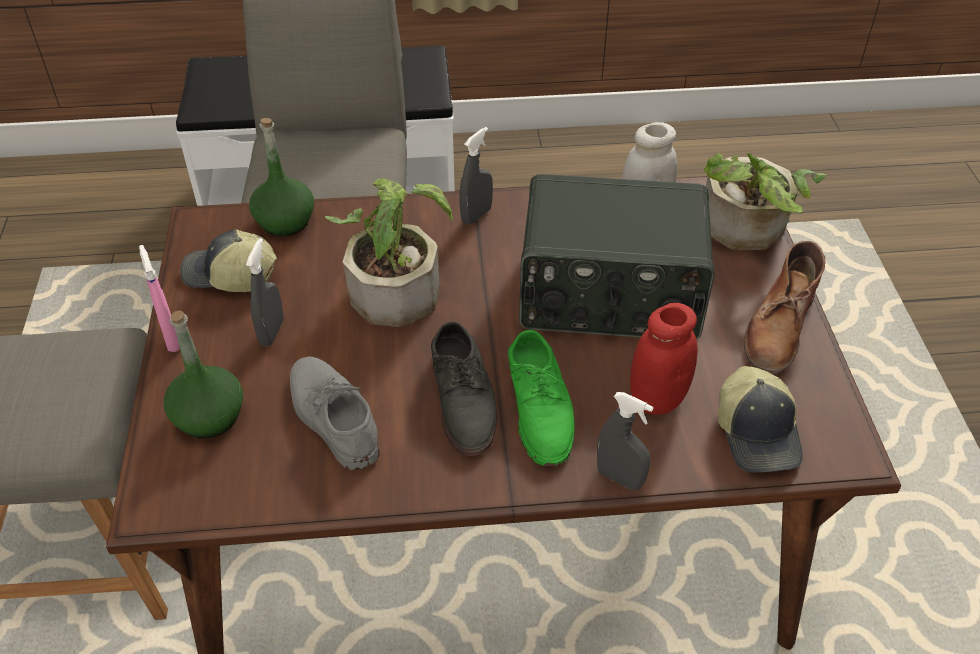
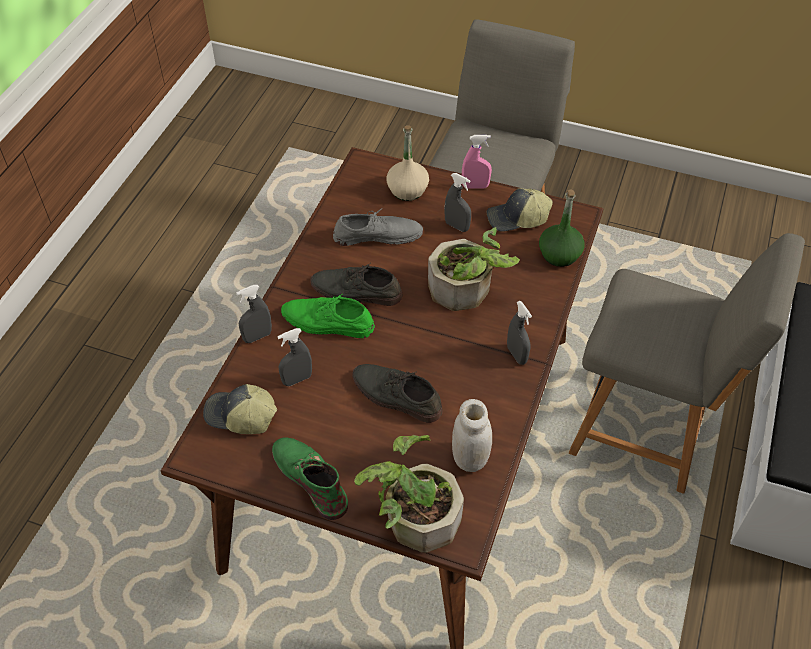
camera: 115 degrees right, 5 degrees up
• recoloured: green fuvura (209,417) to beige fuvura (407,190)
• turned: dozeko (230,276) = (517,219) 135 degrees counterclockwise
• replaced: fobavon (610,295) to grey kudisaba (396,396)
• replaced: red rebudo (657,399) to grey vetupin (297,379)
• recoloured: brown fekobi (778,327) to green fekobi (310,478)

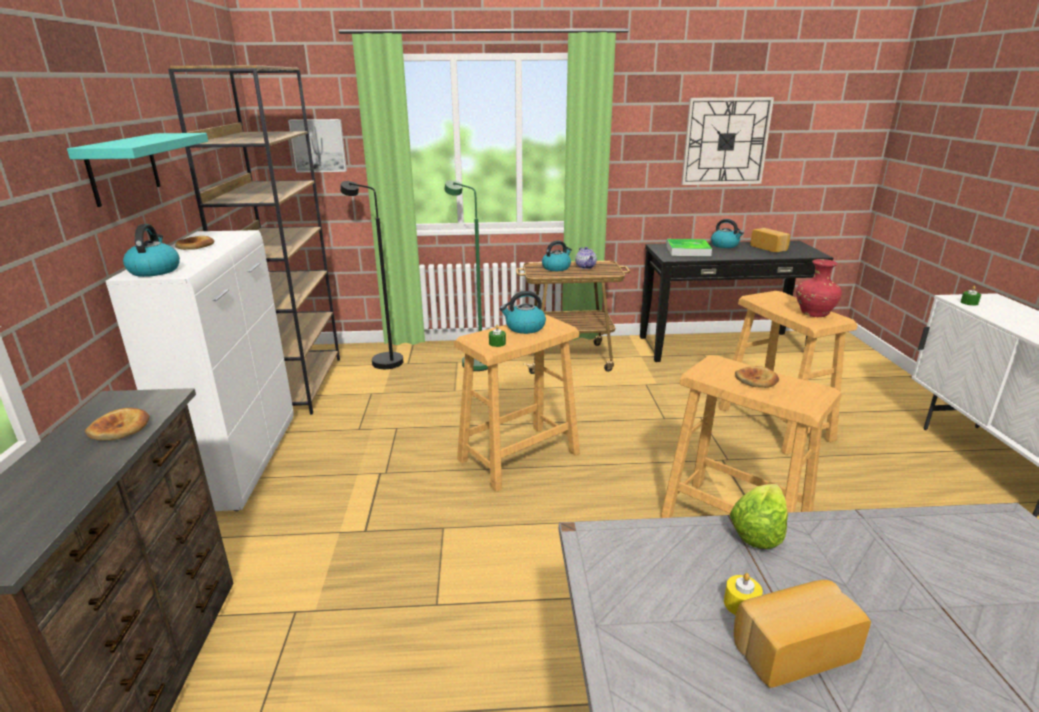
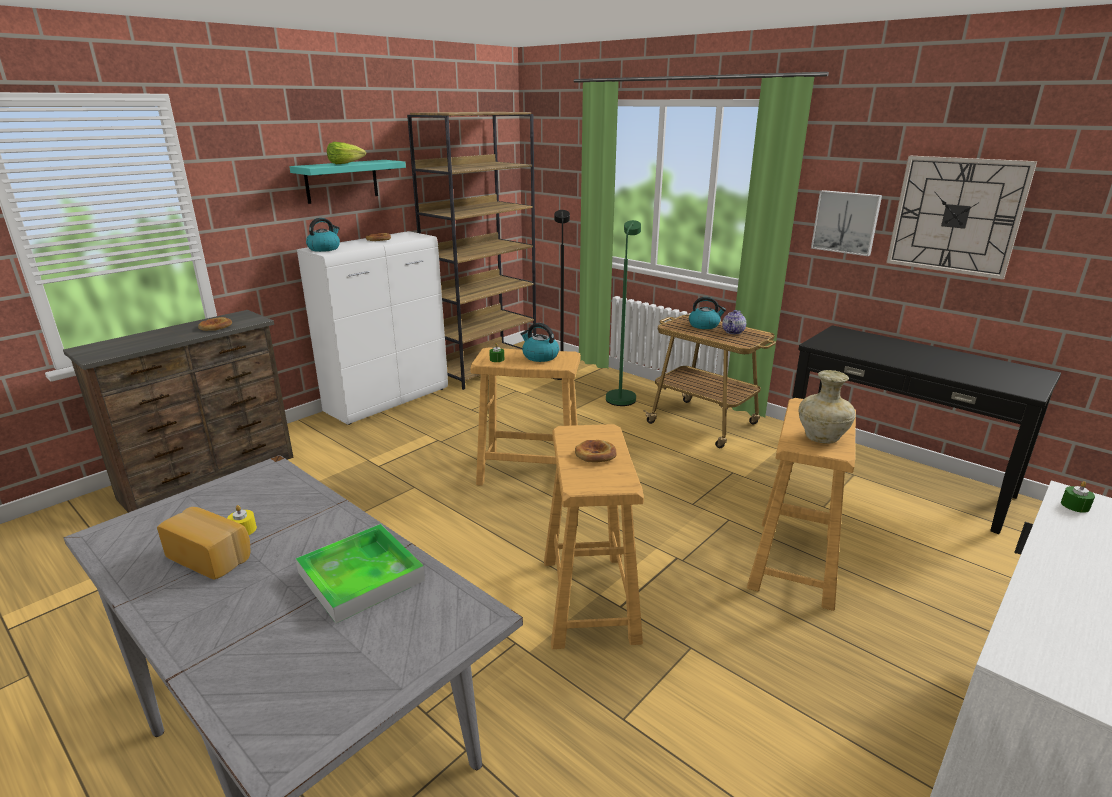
camera: 45 degrees right, 0 degrees up
• moved: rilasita (319,145) to (846,222)
• moved: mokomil (688,251) to (361,576)
• removed: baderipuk (725,245)
• moved: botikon (758,530) to (345,164)
• removed: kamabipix (769,248)
• recoloured: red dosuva (814,314) to beige dosuva (822,438)

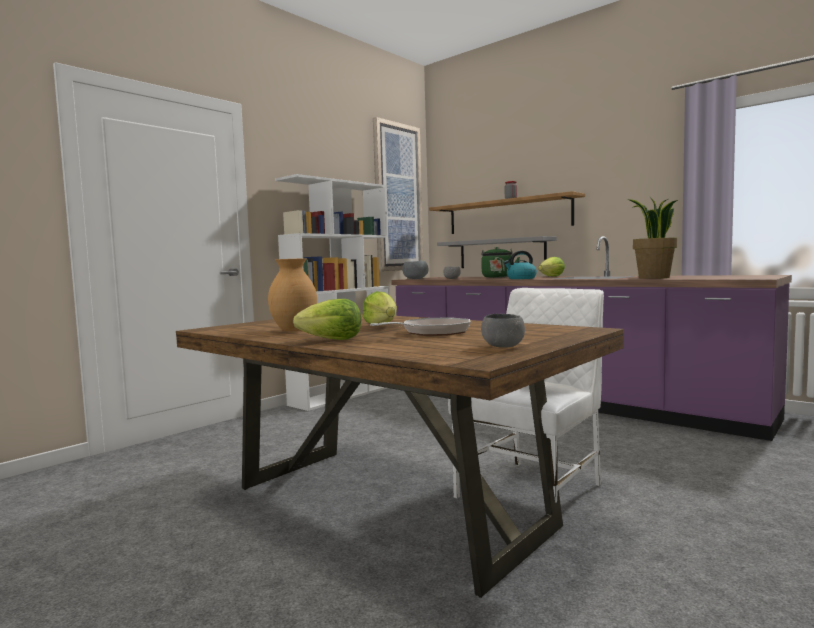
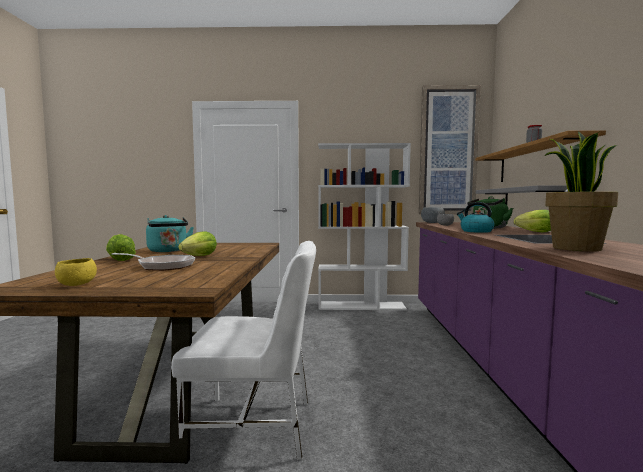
camera: 50 degrees right, 0 degrees up
• replaced: brown dosuva (294,330) to turquoise baderipuk (168,251)
• recoloured: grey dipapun (503,346) to yellow dipapun (76,284)

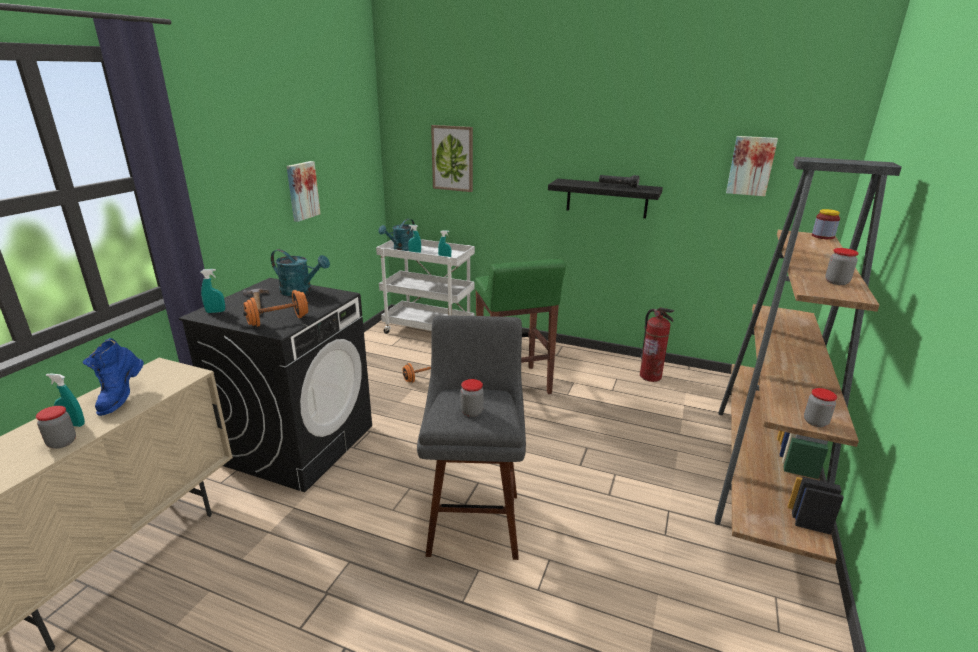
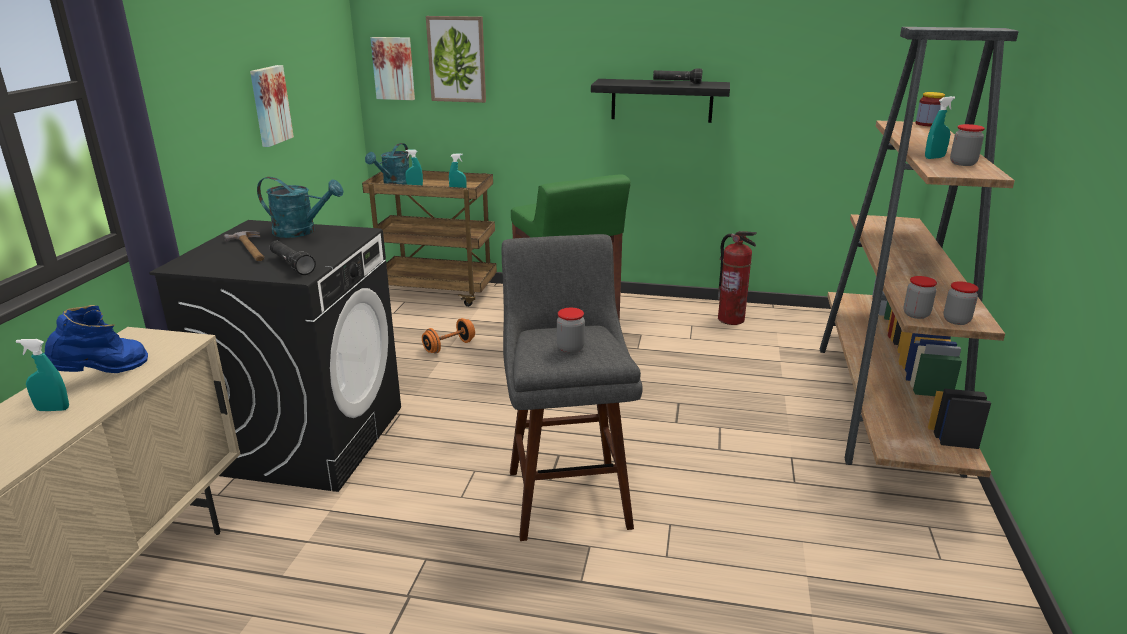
camera: 10 degrees left, 0 degrees up
• moved: rebudo (62,442) to (916,314)
• turned: blue fekobi (121,398) = (104,375) 135 degrees counterclockwise
• moved: turquoise vetupin (215,312) to (934,158)
• replaced: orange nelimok (278,321) to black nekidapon (291,265)
• recoloured: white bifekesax (429,331) to brown bifekesax (438,292)
• moved: rilasita (751,165) to (394,68)

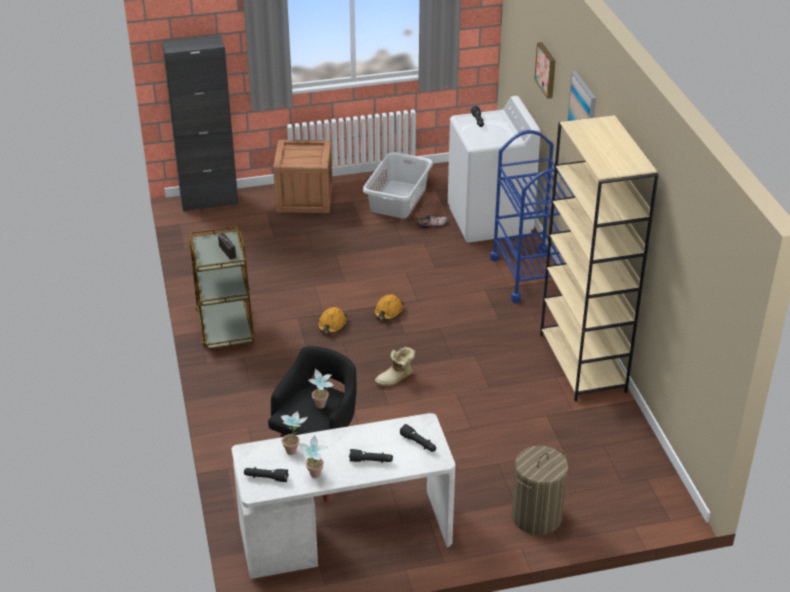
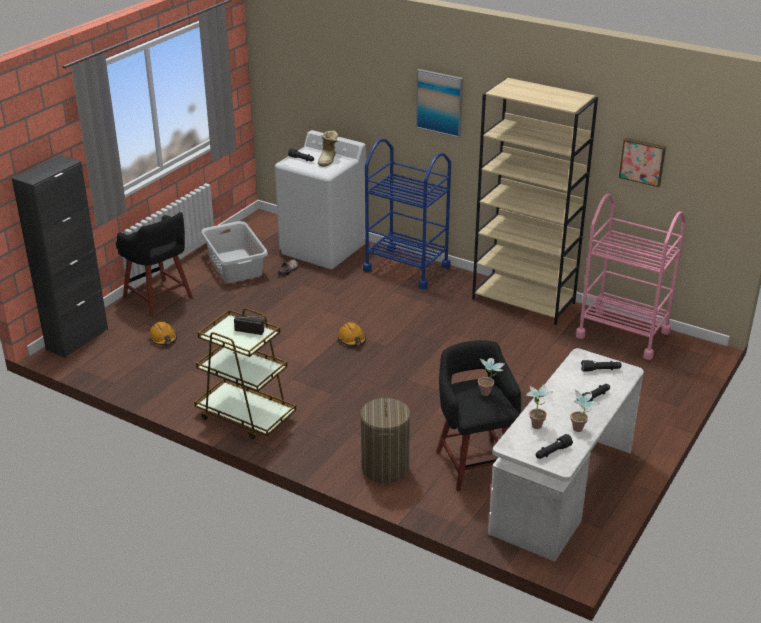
camera: 45 degrees left, 5 degrees down
• replaced: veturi (304,198) to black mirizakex (159,299)
• moved: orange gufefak (332,325) to (163,338)
• moved: fekobi (396,379) to (328,160)
• moved: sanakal (536,517) to (385,468)
• moved: rilasita (547,70) to (642,161)
• added: pink bifekesax (623,334)

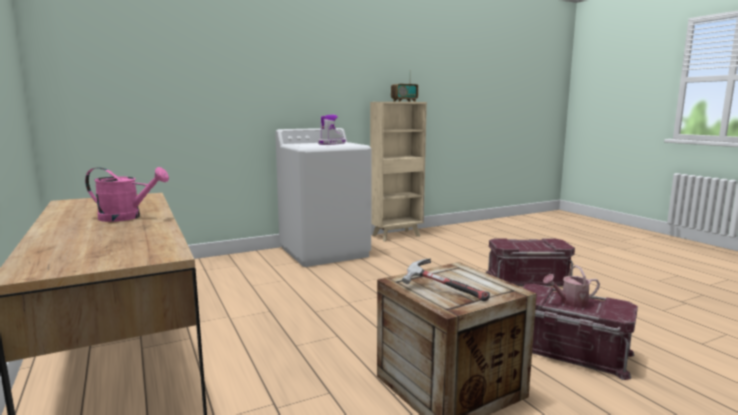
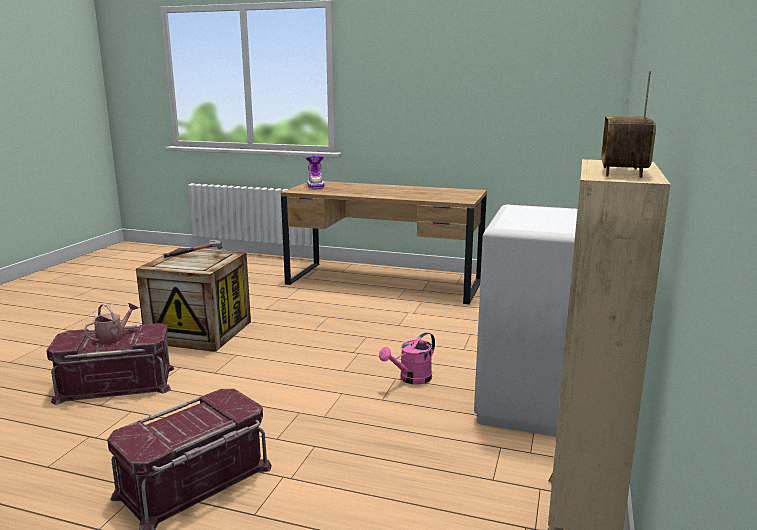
camera: 135 degrees right, 5 degrees up
• moved: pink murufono (127,217) to (411,379)
• moved: fekobi (331,144) to (315,186)

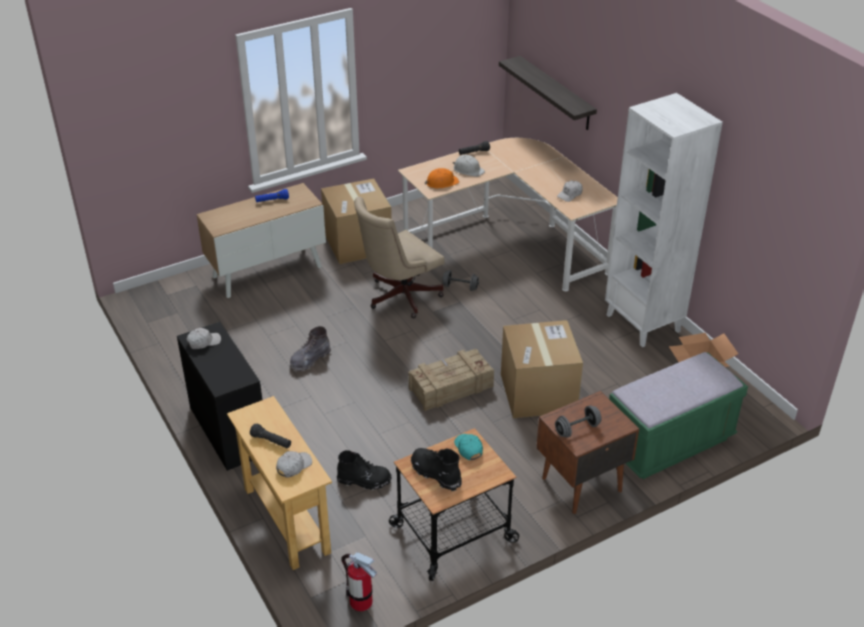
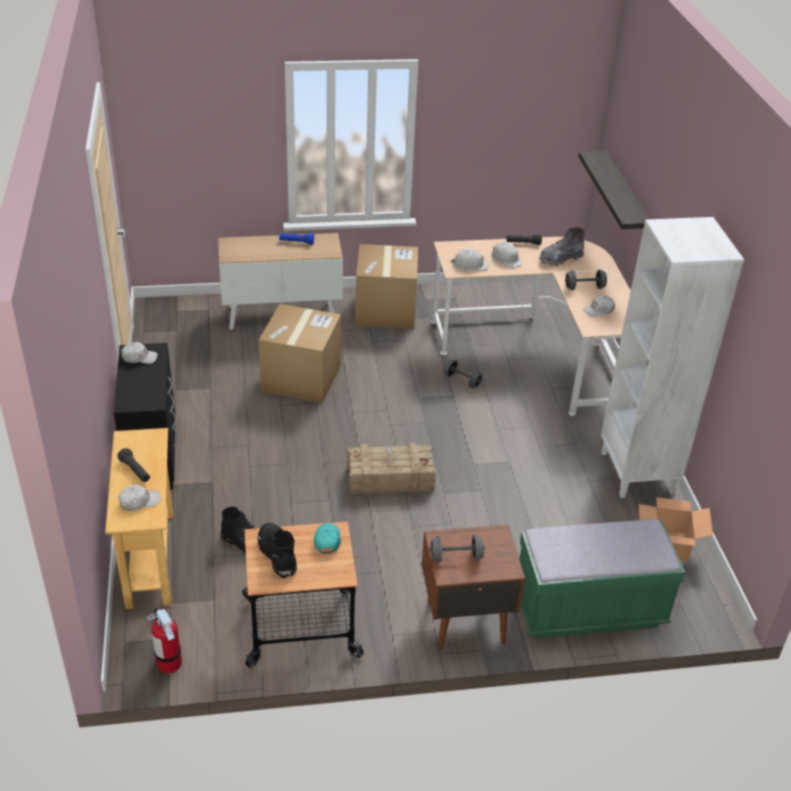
camera: 20 degrees right, 0 degrees up
• moved: grey fekobi (310,360) to (560,259)
• removed: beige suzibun (399,297)
• recoloured: orange gufefak (441,182) to white gufefak (470,265)
• moved: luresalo (538,392) to (301,378)
• added: grey nelimok (584,288)

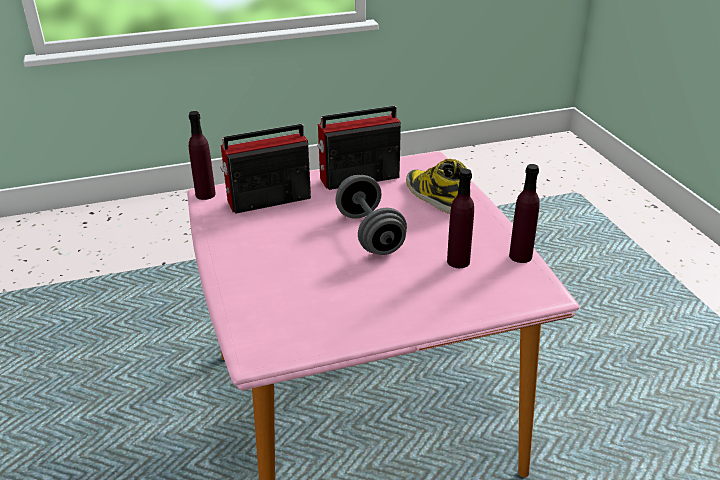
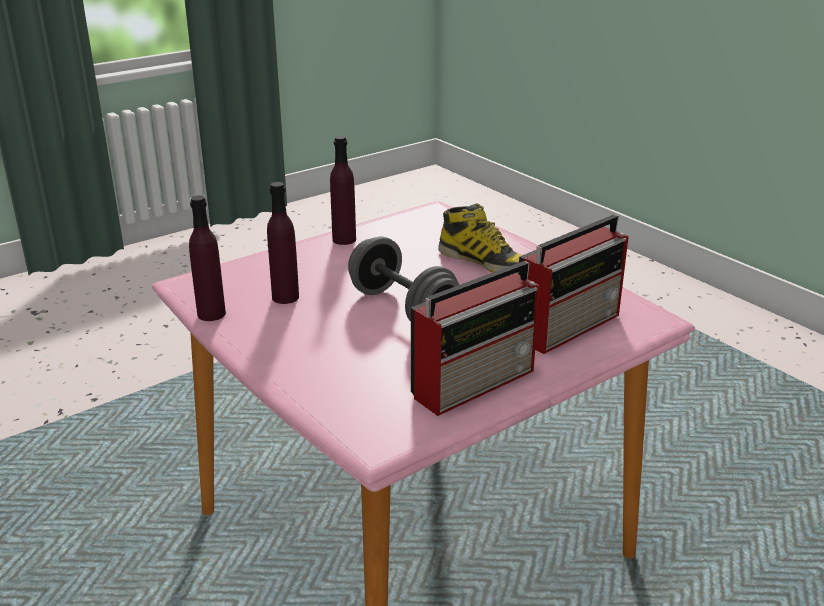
camera: 160 degrees right, 5 degrees down
• moved: purple fuvura (205,194) to (344,239)
• moved: fekobi (434,196) to (485,262)

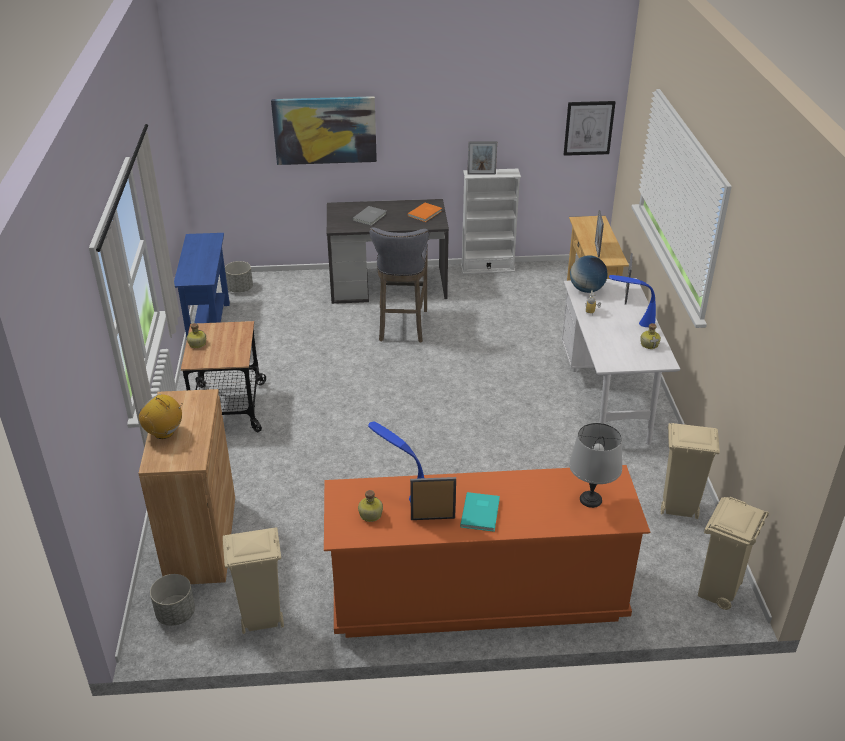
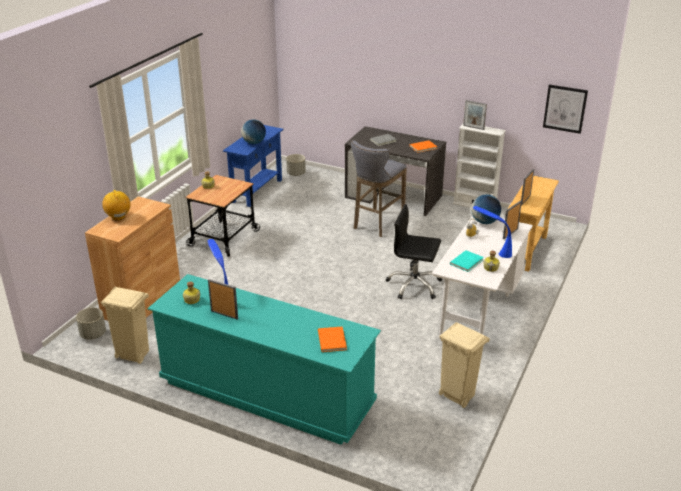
camera: 30 degrees right, 5 degrees down
• removed: rilasita (325,130)
• recoloured: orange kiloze (477,595) to turquoise kiloze (266,393)
• moved: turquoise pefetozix (481,512) to (467,262)
• replaced: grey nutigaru (590,499) to orange pefetozix (333,340)
• removed: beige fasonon (717,592)
• added: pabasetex (254,143)
• added: black suzibun (414,285)

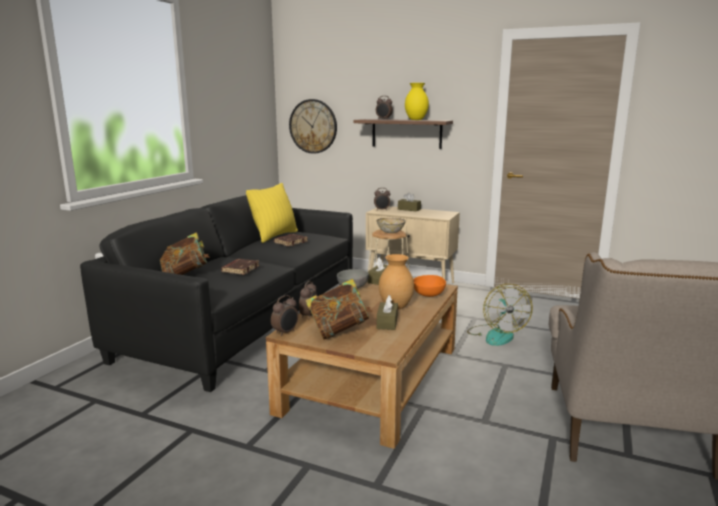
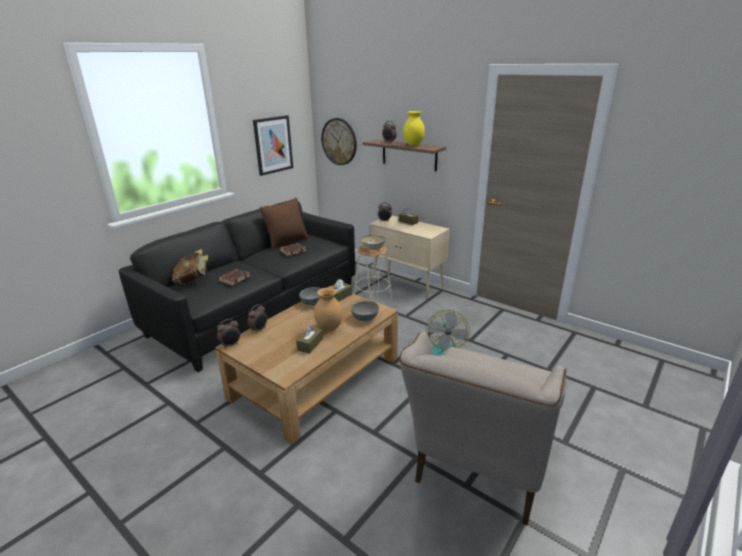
camera: 15 degrees right, 10 degrees up
• recoloured: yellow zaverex (274,236) to brown zaverex (287,242)
• removed: pefetozix (339,331)
• recoloured: orange dipapun (429,295) to grey dipapun (366,318)
• added: rilasita (273,145)

